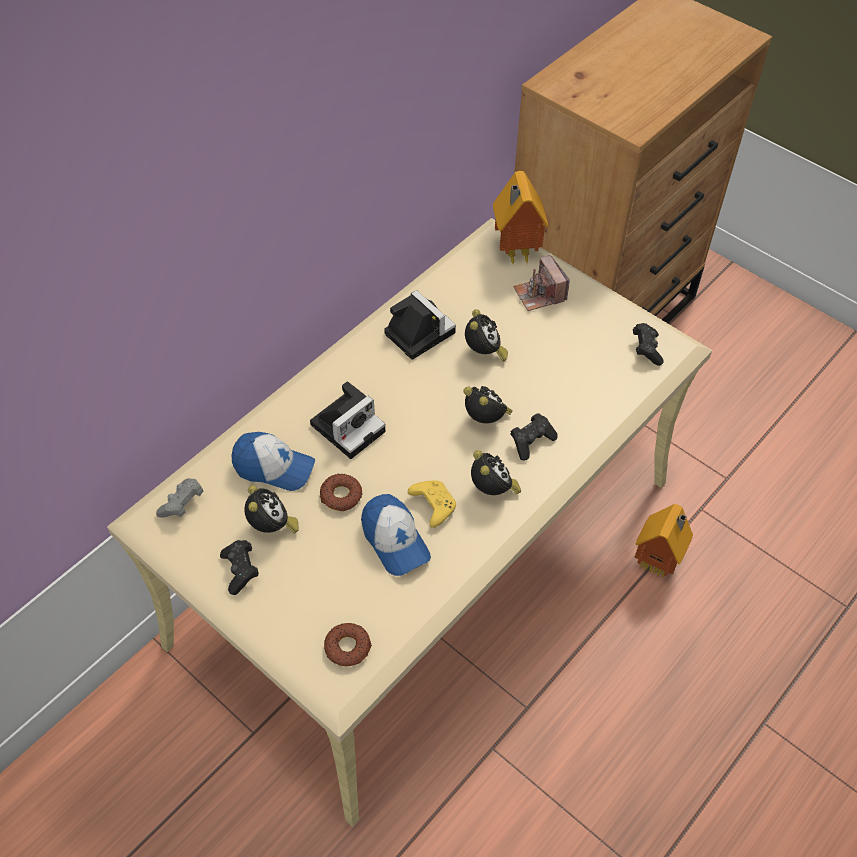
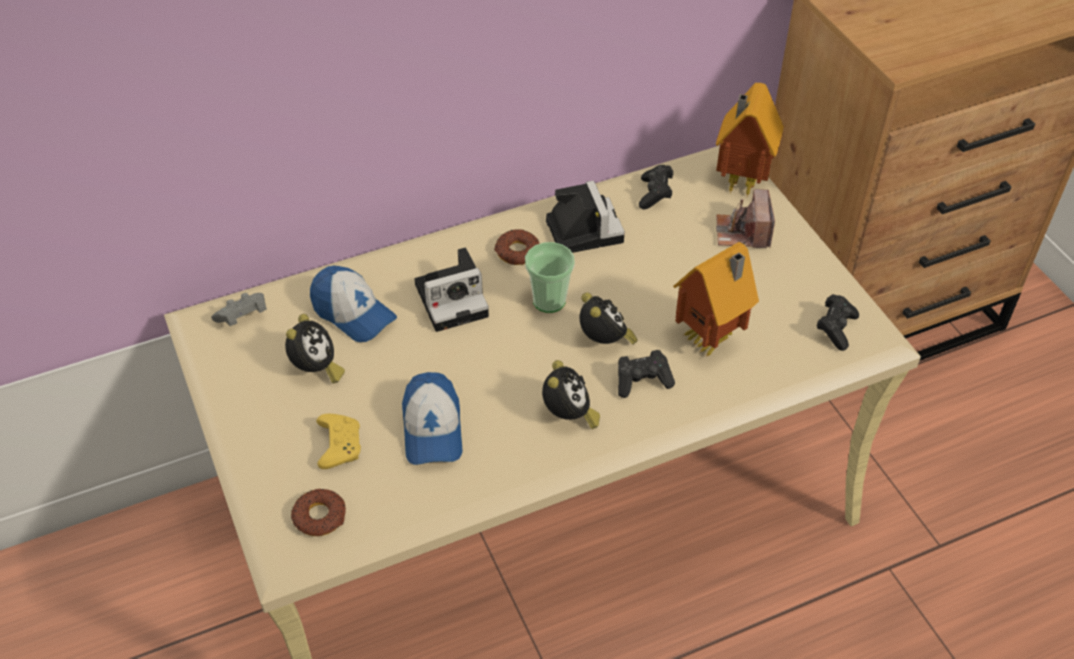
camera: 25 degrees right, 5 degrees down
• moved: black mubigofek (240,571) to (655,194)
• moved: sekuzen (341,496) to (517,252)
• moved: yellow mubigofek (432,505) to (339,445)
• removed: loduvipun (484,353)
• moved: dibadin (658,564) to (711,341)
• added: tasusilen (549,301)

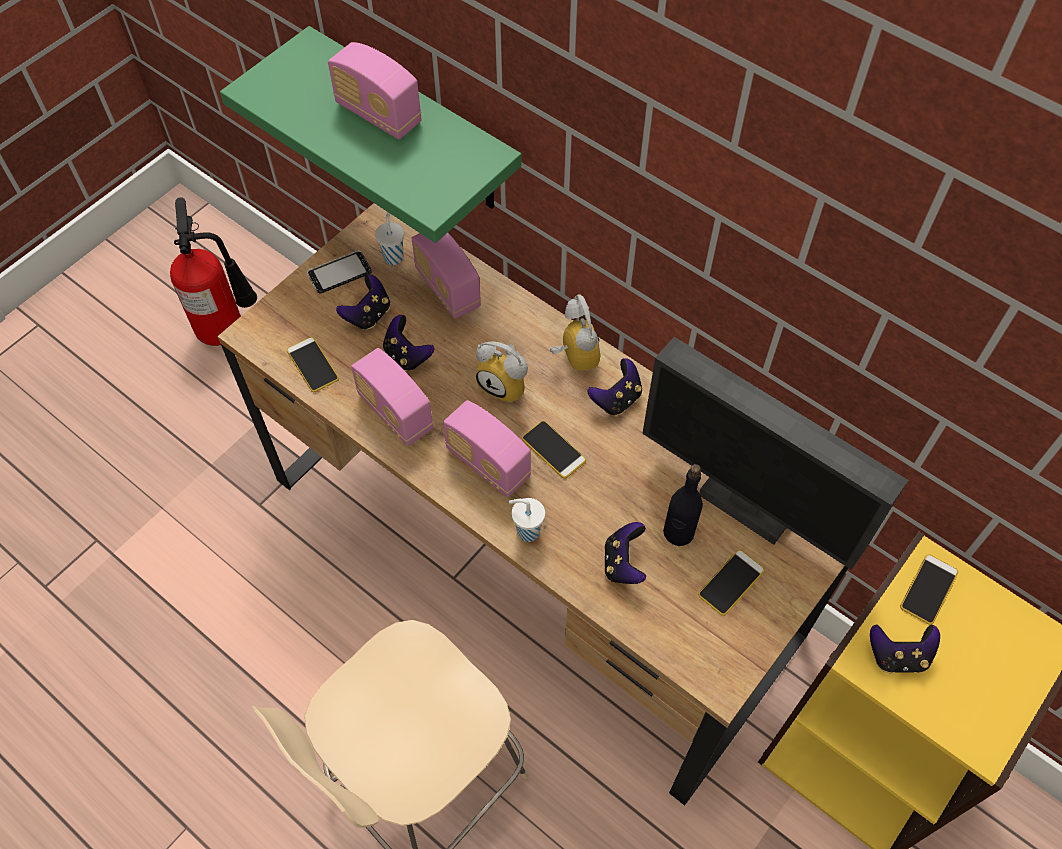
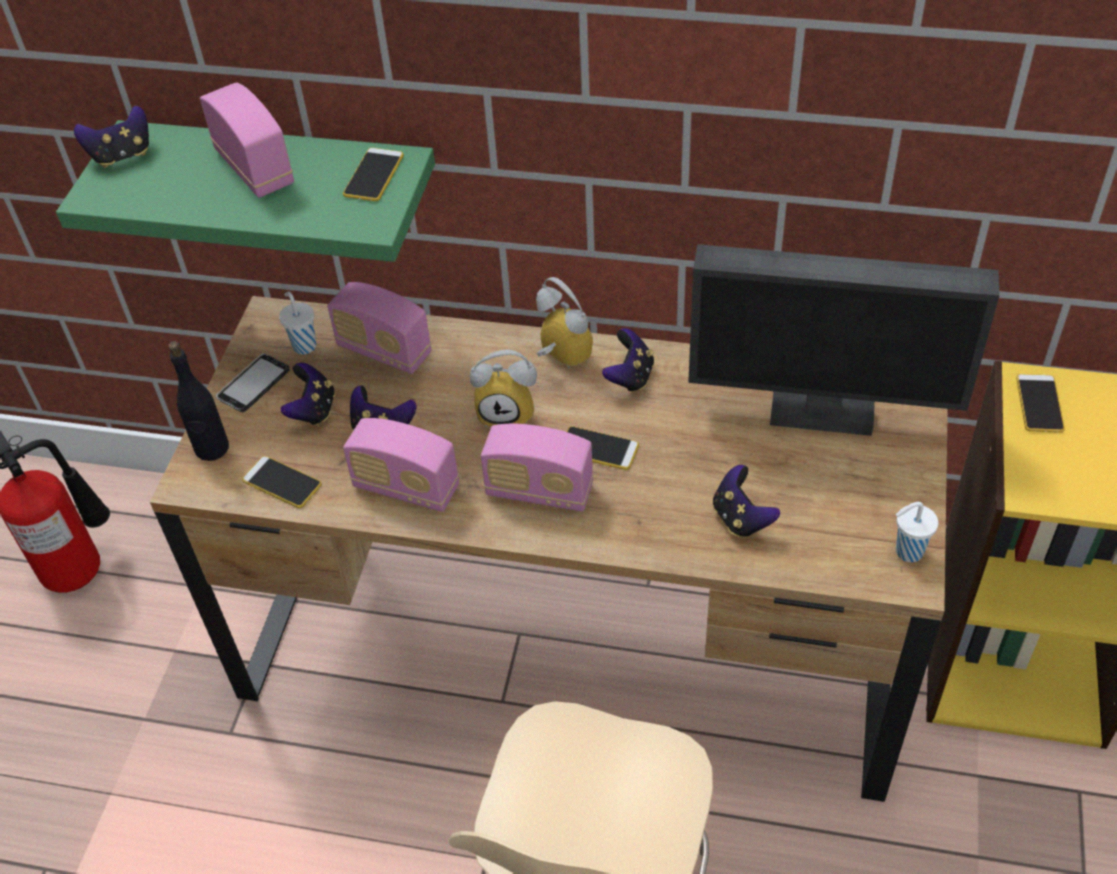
camera: 25 degrees left, 10 degrees down
• turned: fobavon (378,114) = (255,168) 135 degrees counterclockwise
• moved: white tasusilen (526,531) to (907,552)
• moved: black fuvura (678,532) to (212,449)
• moved: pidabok (731,582) to (373,175)
• moved: mubigofek (898,656) to (122,156)

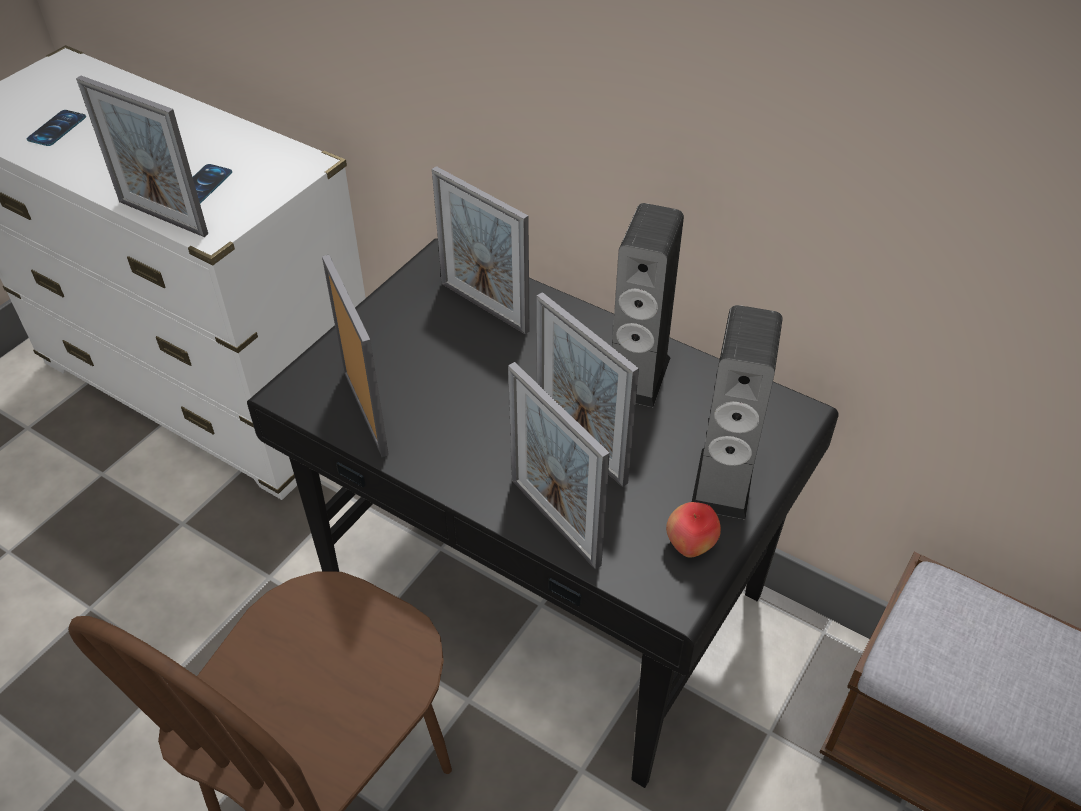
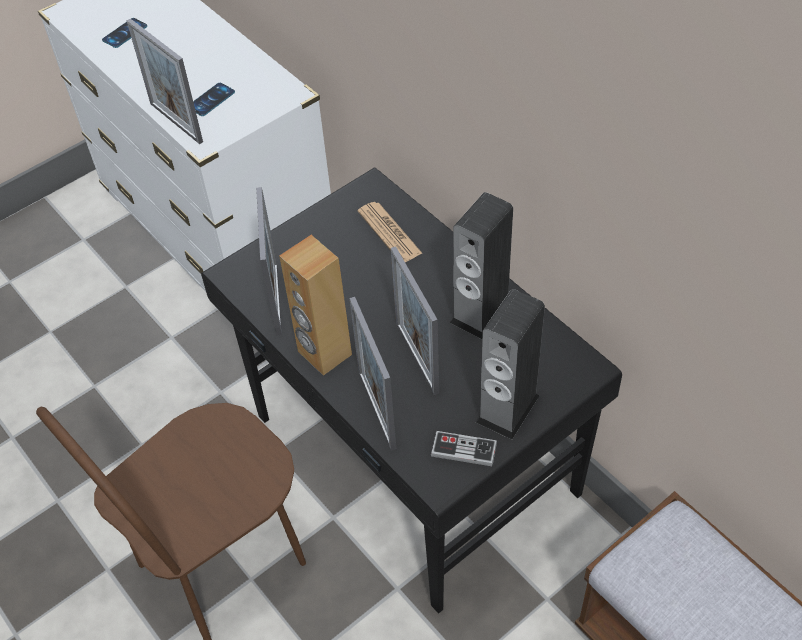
camera: 20 degrees right, 5 degrees up
• replaced: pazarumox (484,307) to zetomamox (389,232)
• replaced: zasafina (690,546) to mubigofek (463,450)
• added: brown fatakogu (324,353)

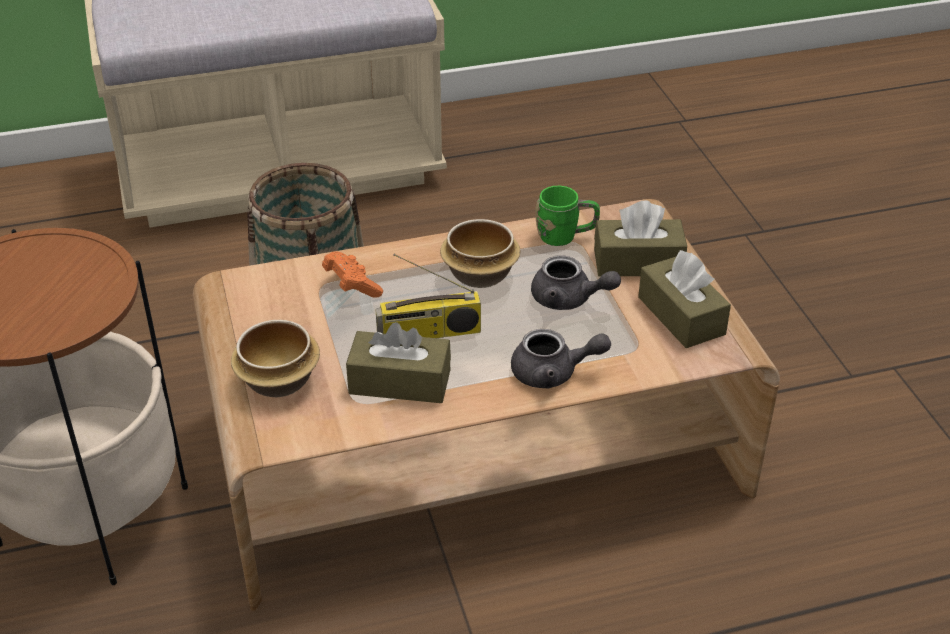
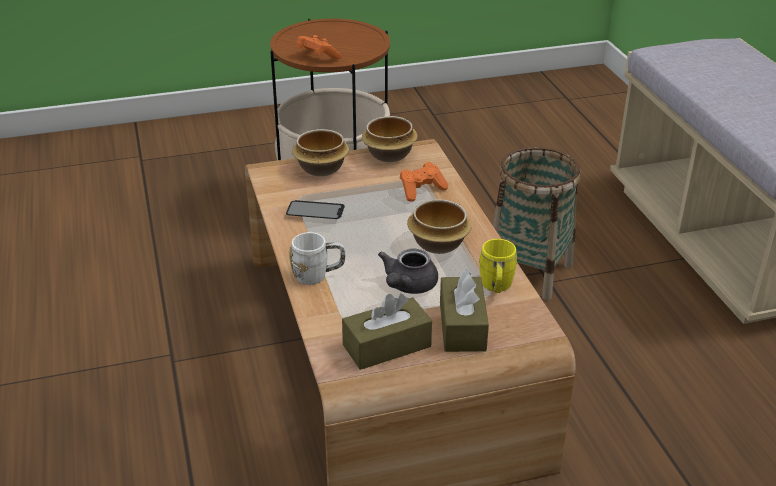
camera: 90 degrees right, 5 degrees down
• replaced: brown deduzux (400,382) to pidabok (315,211)
• removed: fobavon (429,334)
• replaced: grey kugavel (553,373) to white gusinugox (318,276)
• recoloured: green gusinugox (566,236) to yellow gusinugox (496,288)
• added: orange mubigofek (317,57)
• added: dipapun (390,155)

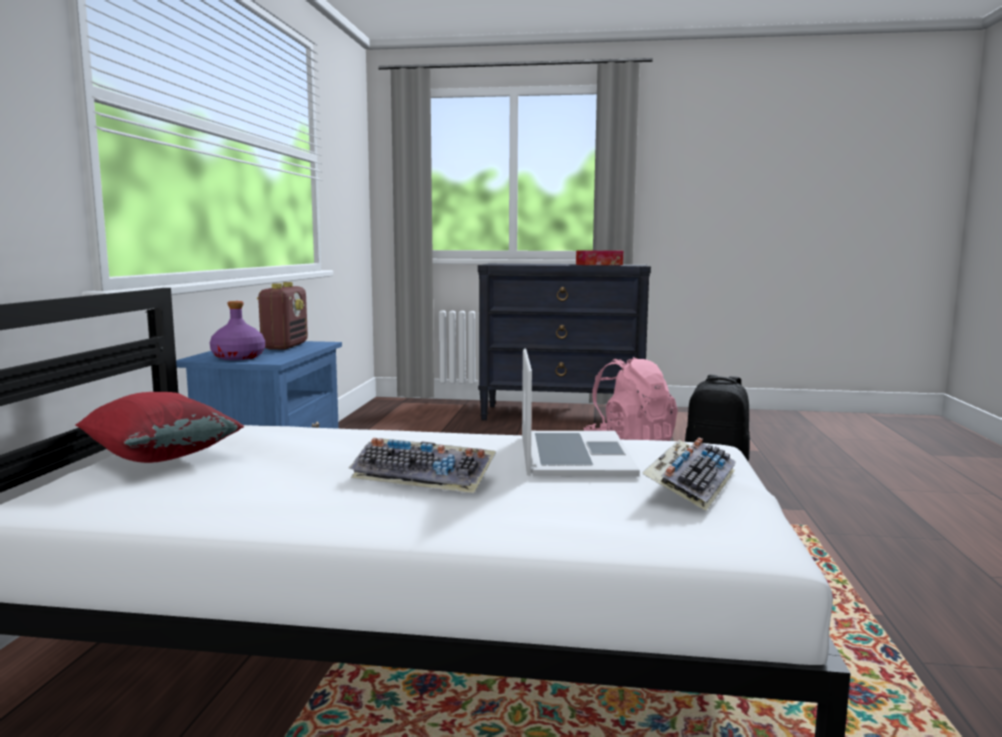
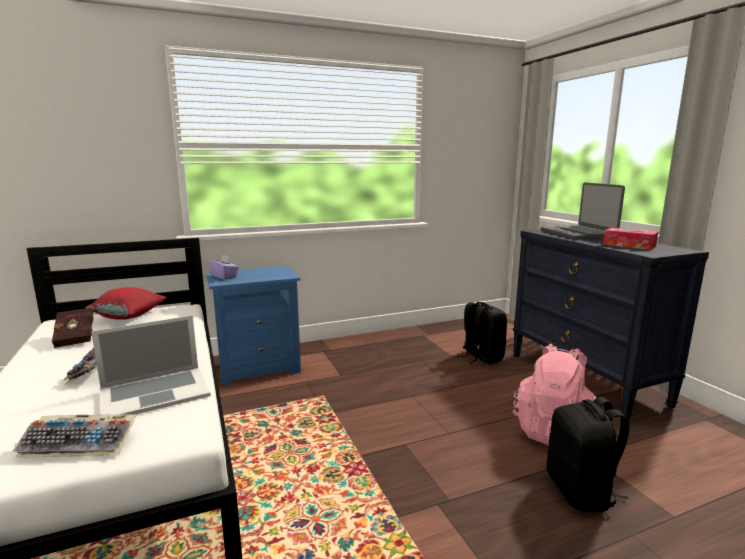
camera: 60 degrees right, 5 degrees up
• replaced: purple fuvura (238,357) to purple deduzux (224,277)
• removed: fobavon (285,346)
• added: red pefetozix (77,337)
• added: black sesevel (481,357)
• added: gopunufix (578,234)

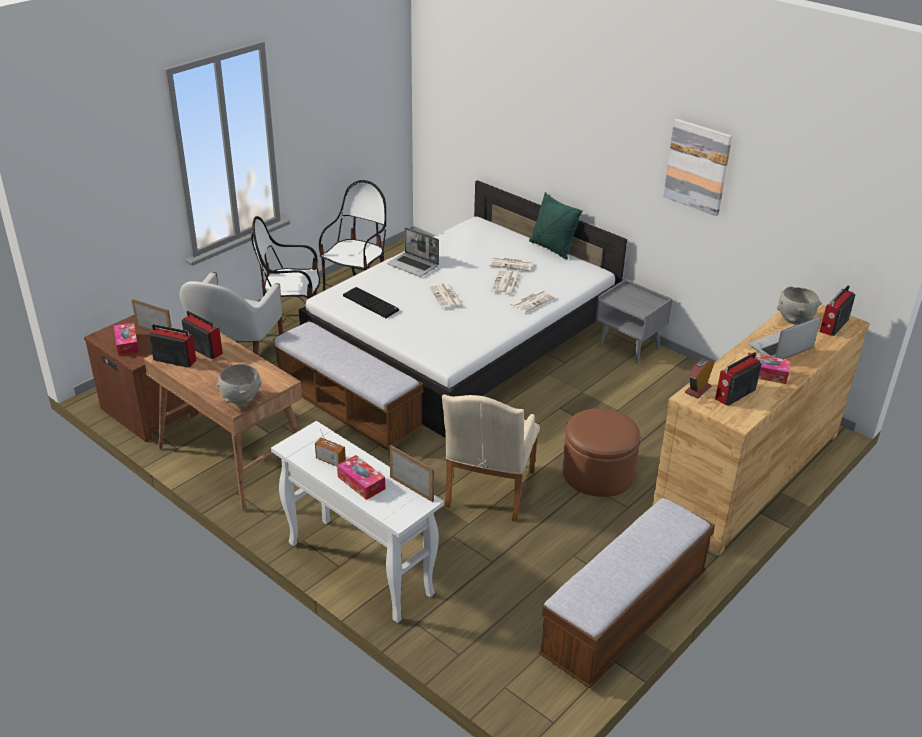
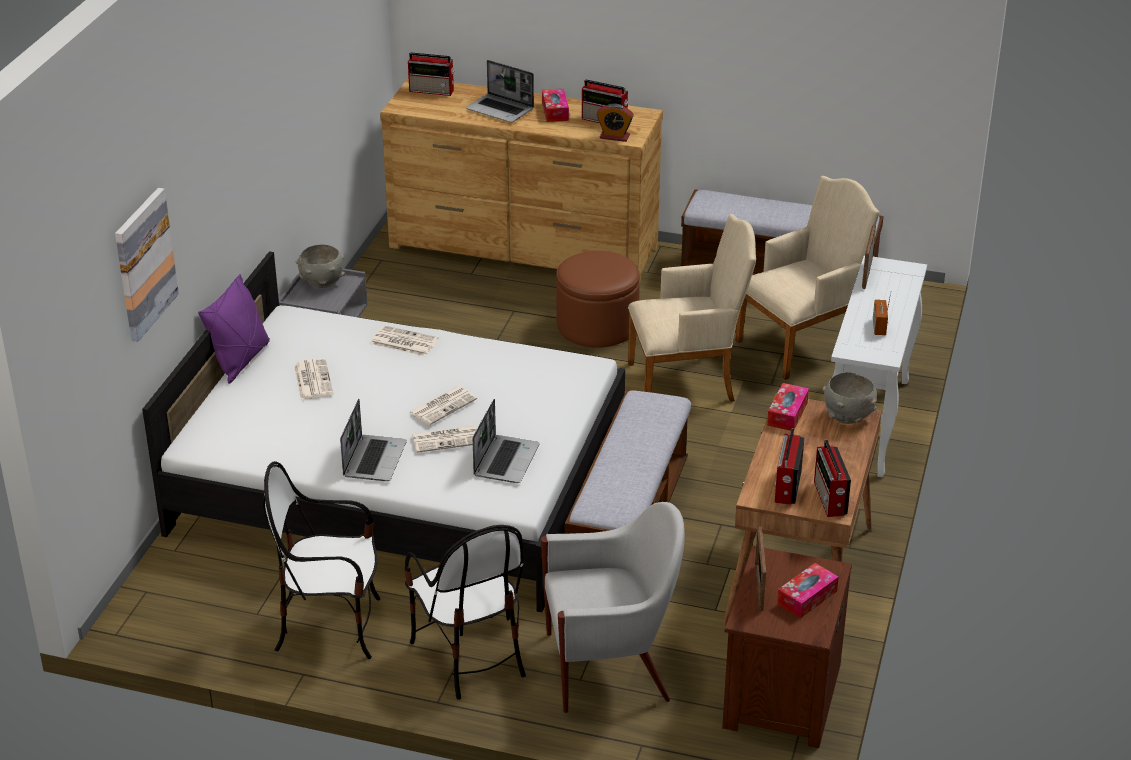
camera: 115 degrees left, 0 degrees up
• moved: deduzux (361,483) to (787,414)
• replaced: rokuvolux (372,303) to gopunufix (505,460)
• moved: zetomamox (506,283) to (447,439)
• recoloured: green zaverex (552,248) to purple zaverex (240,360)
• moved: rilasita (697,166) to (144,264)
• moved: grey dipapun (794,320) to (322,283)
• added: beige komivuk (802,344)

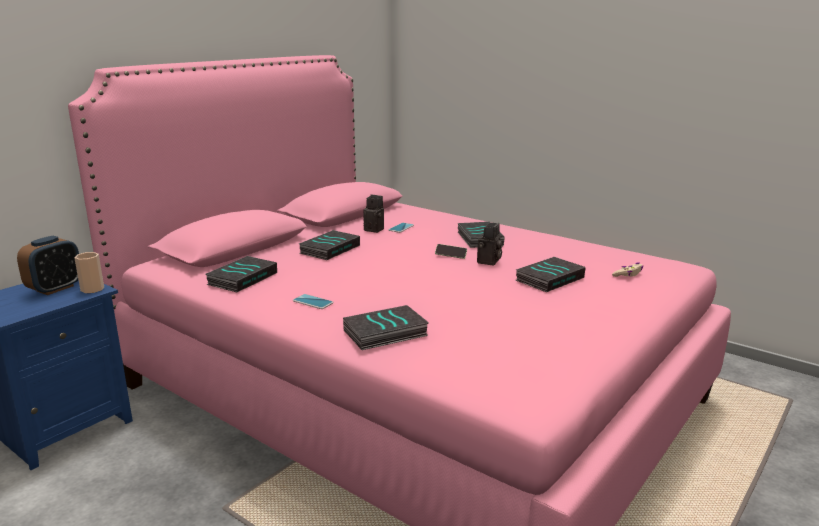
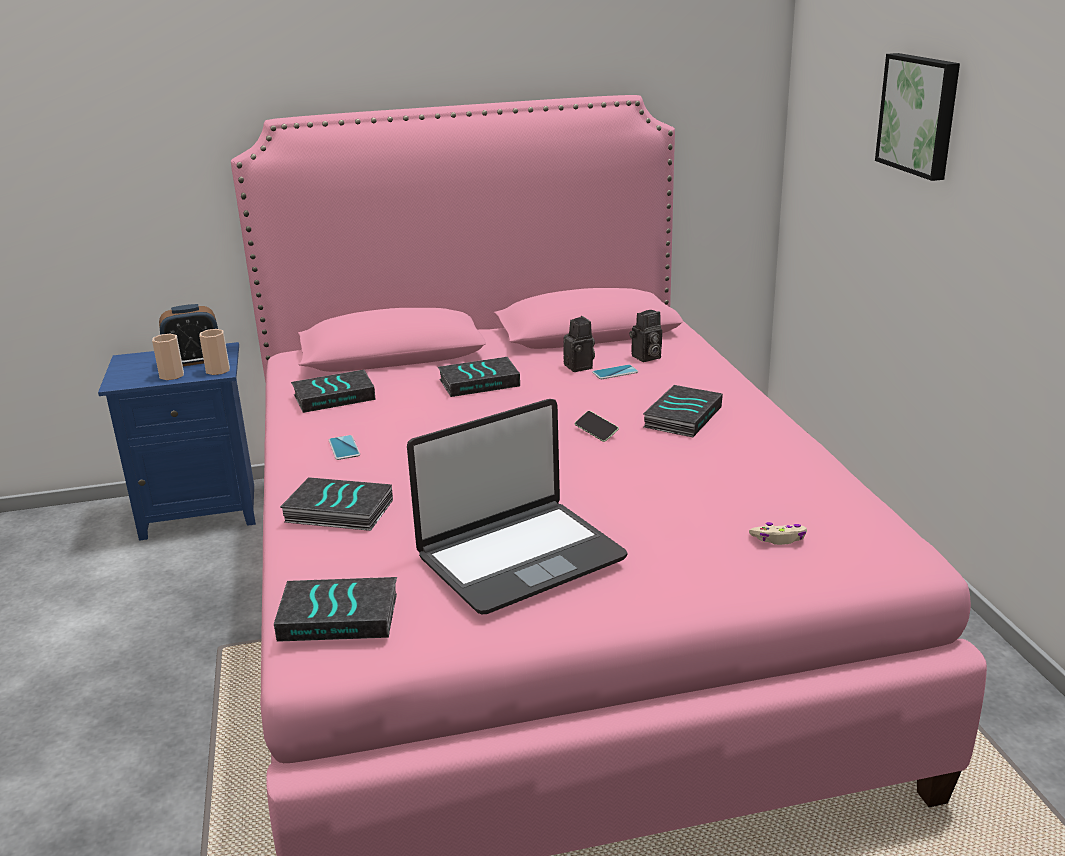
camera: 40 degrees right, 5 degrees up
• moved: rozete (489,262) to (646,357)
• moved: pefetozix (549,278) to (340,616)
• added: tasusilen (171,375)
• added: gopunufix (519,557)
• added: rilasita (920,114)

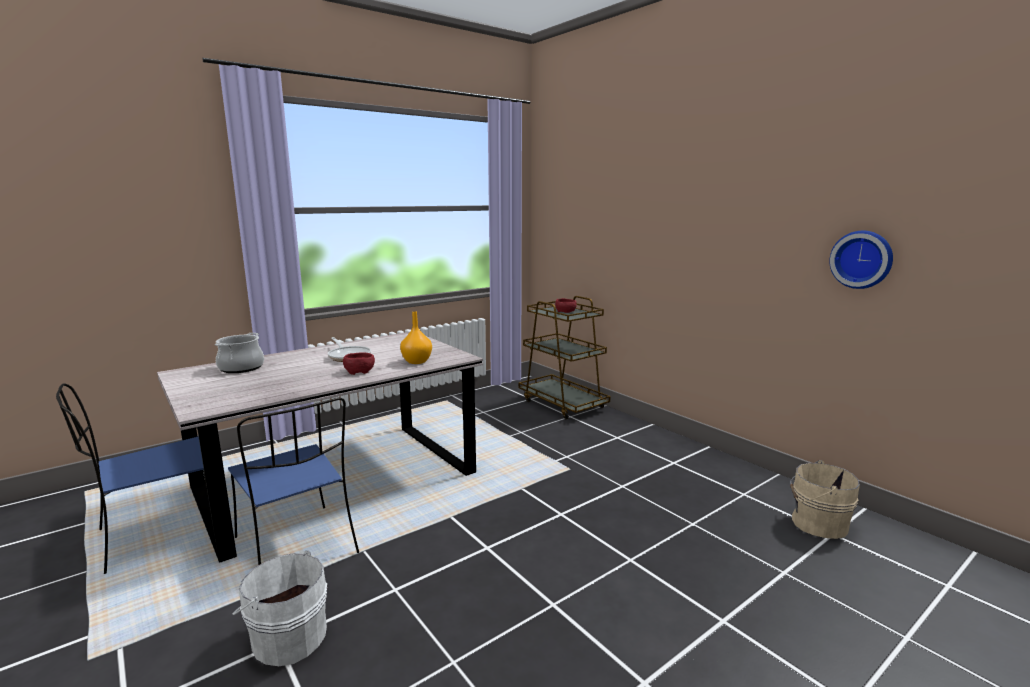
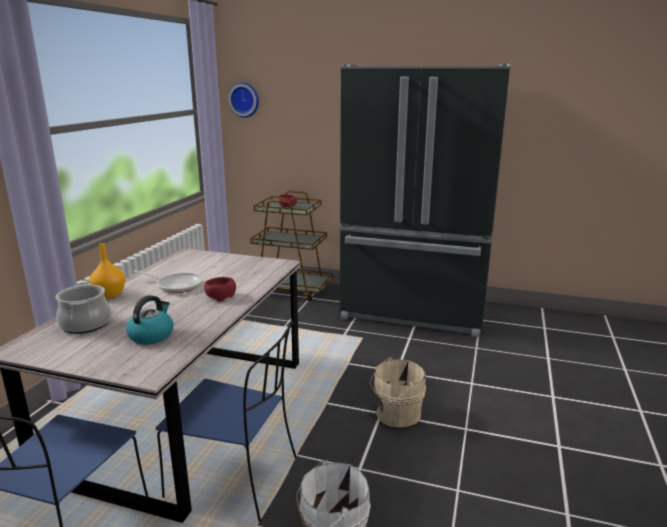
camera: 35 degrees left, 5 degrees up
• moved: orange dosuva (417,361) to (110,294)
• moved: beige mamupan (816,523) to (395,413)
• moved: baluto (862,259) to (245,99)
• added: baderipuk (151,335)
• added: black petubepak (414,311)

